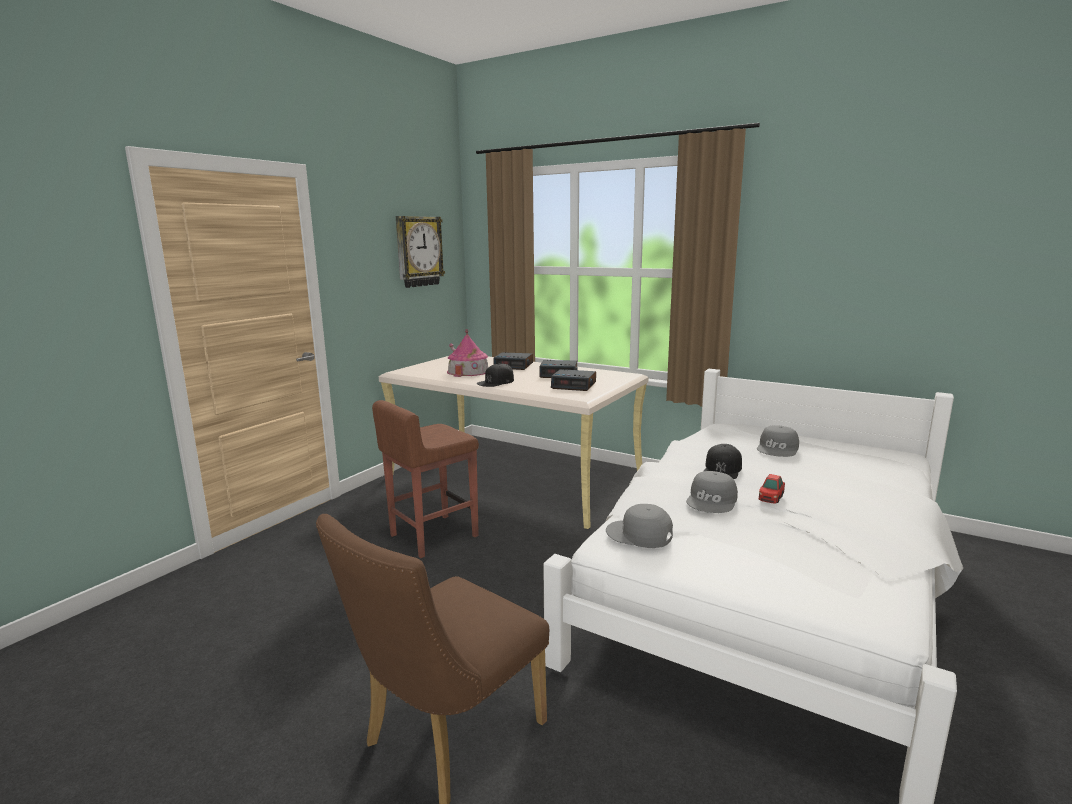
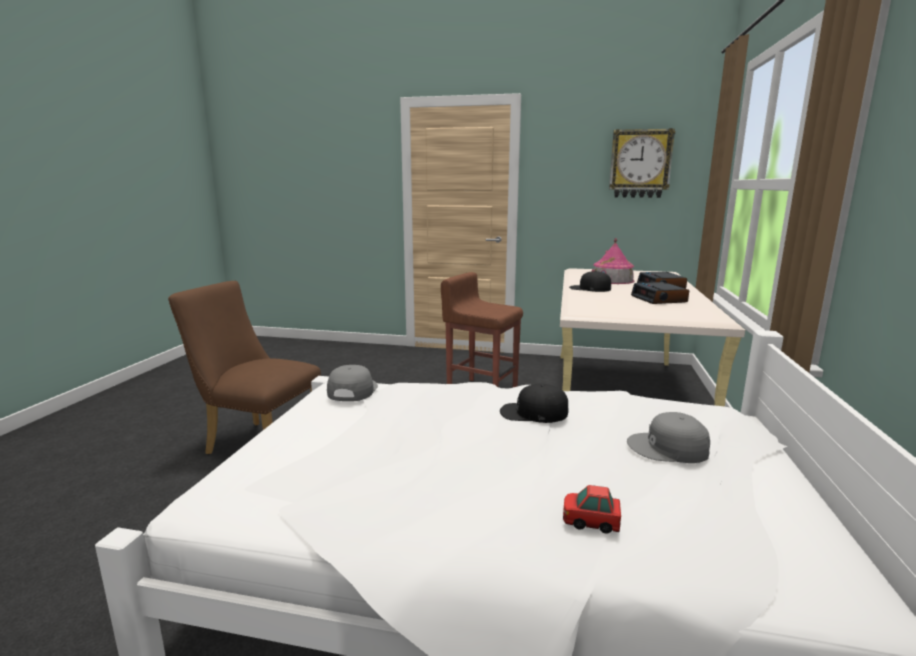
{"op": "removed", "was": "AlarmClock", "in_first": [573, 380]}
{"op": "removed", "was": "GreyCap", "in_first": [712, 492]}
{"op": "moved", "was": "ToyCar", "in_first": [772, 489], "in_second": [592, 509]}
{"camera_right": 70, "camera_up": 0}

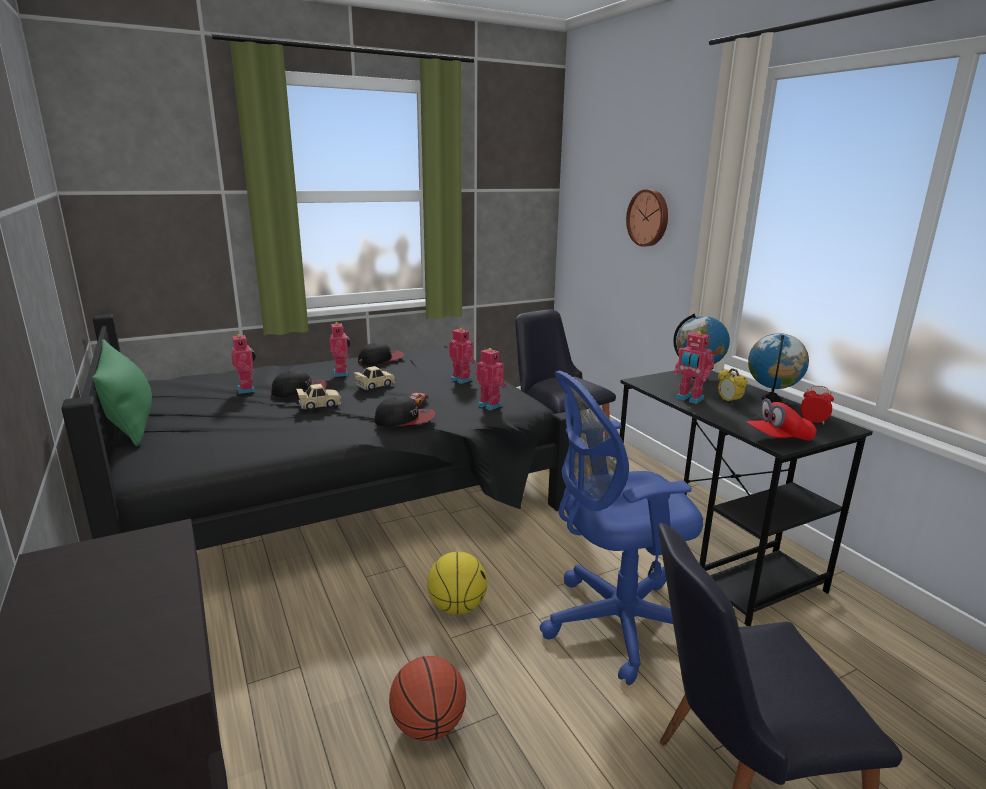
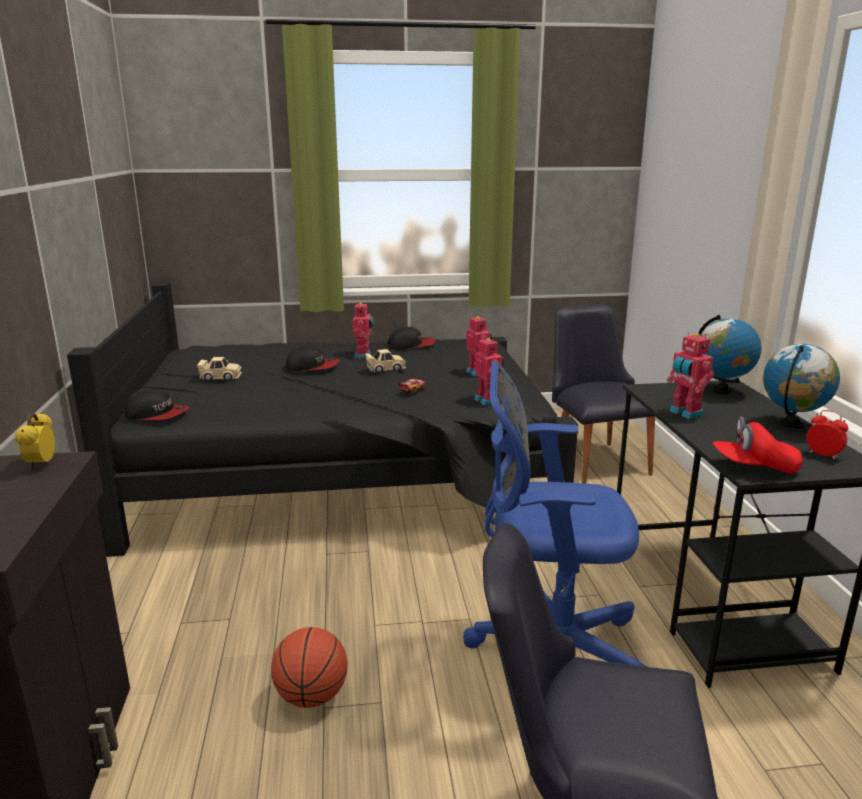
{"op": "removed", "was": "WallClock", "in_first": [647, 218]}
{"op": "removed", "was": "ToyRobot", "in_first": [243, 363]}
{"op": "removed", "was": "GreenPillow", "in_first": [122, 392]}
{"op": "moved", "was": "AlarmClock", "in_first": [733, 386], "in_second": [35, 441]}
{"op": "moved", "was": "BeigeToyCar", "in_first": [318, 397], "in_second": [219, 369]}
{"op": "moved", "was": "Cap", "in_first": [404, 411], "in_second": [157, 404]}
{"op": "removed", "was": "Basketball", "in_first": [457, 583]}
{"camera_right": 20, "camera_up": 0}

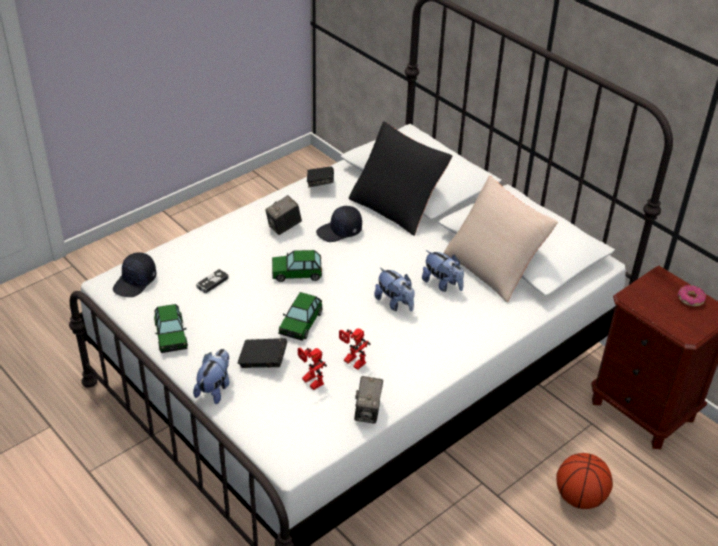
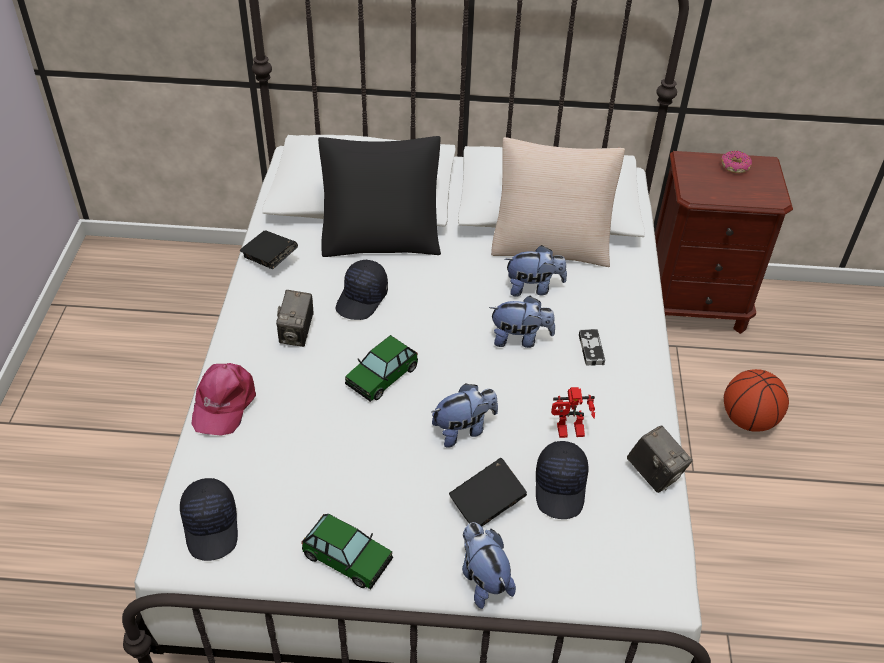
{"op": "moved", "was": "GameController", "in_first": [212, 281], "in_second": [592, 347]}
{"op": "replaced", "was": "ToyCar", "now": "PlushToy", "in_first": [300, 316], "in_second": [464, 415]}
{"op": "replaced", "was": "ToyRobot", "now": "BlackCap", "in_first": [312, 368], "in_second": [562, 480]}
{"op": "added", "now": "PinkCap", "in_second": [224, 399]}
{"camera_right": -45, "camera_up": 5}

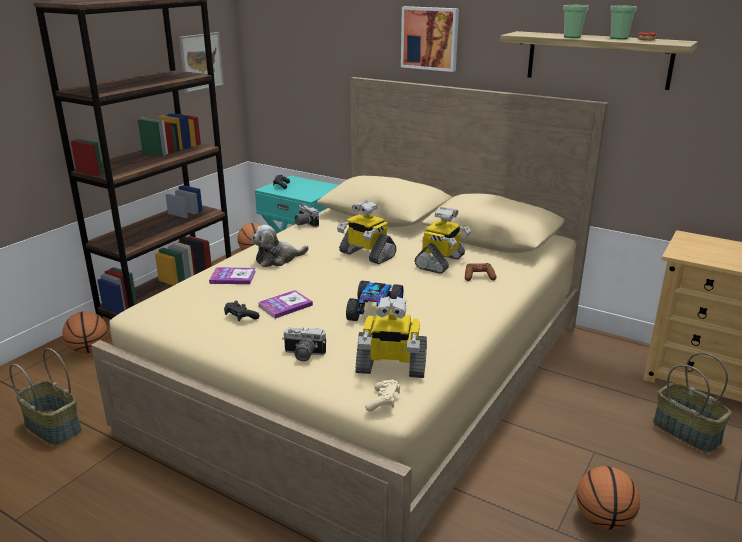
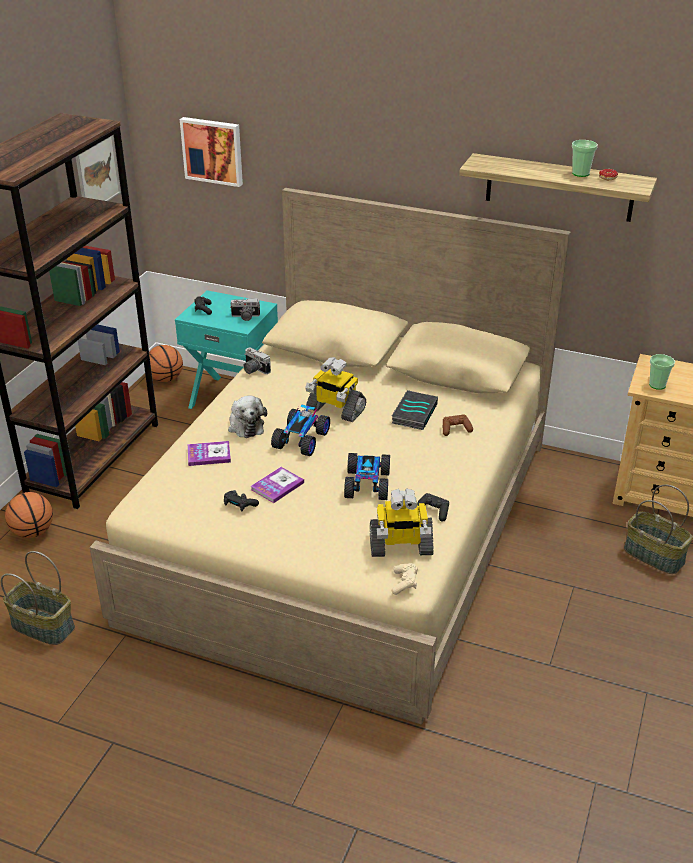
{"op": "moved", "was": "Cup", "in_first": [576, 21], "in_second": [662, 372]}
{"op": "moved", "was": "Picture", "in_first": [430, 39], "in_second": [211, 152]}
{"op": "replaced", "was": "ToyRobot", "now": "Book", "in_first": [442, 240], "in_second": [415, 410]}
{"op": "turned", "was": "PlushToy", "in_first": [280, 246], "in_second": [247, 416], "clockwise": -75}
{"op": "moved", "was": "PhotoCamera", "in_first": [304, 344], "in_second": [245, 309]}
{"op": "removed", "was": "Basketball", "in_first": [608, 498]}
{"op": "added", "now": "ToyCar", "in_second": [300, 430]}
{"op": "added", "now": "BlackGameController", "in_second": [433, 507]}
{"camera_right": -10, "camera_up": 10}

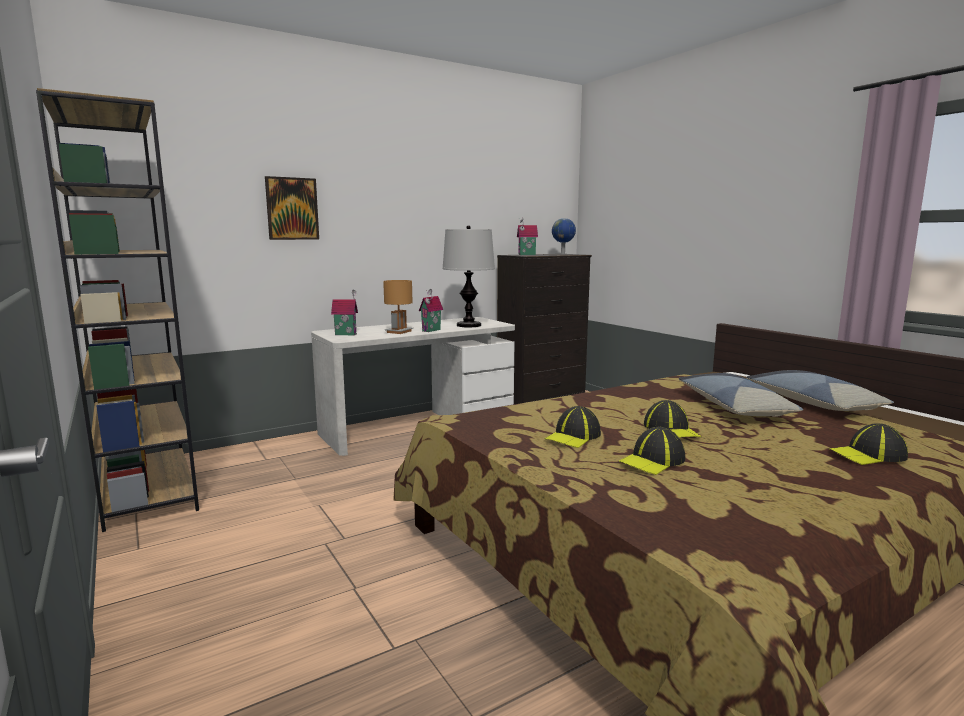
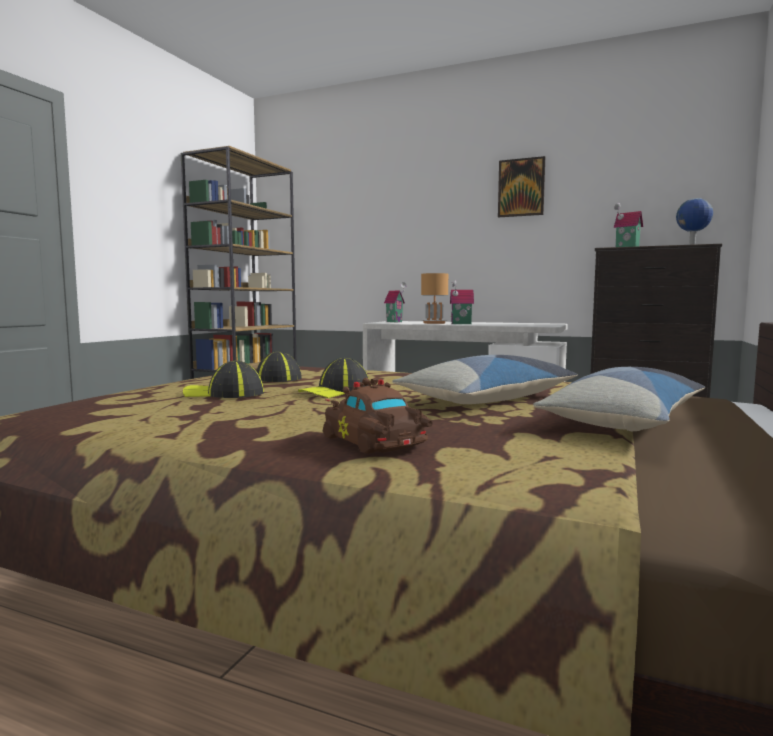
{"op": "moved", "was": "Picture", "in_first": [292, 208], "in_second": [521, 186]}
{"op": "removed", "was": "TableLamp", "in_first": [468, 276]}
{"op": "replaced", "was": "Cap", "now": "BrownToyCar", "in_first": [868, 444], "in_second": [378, 416]}
{"camera_right": 55, "camera_up": -5}

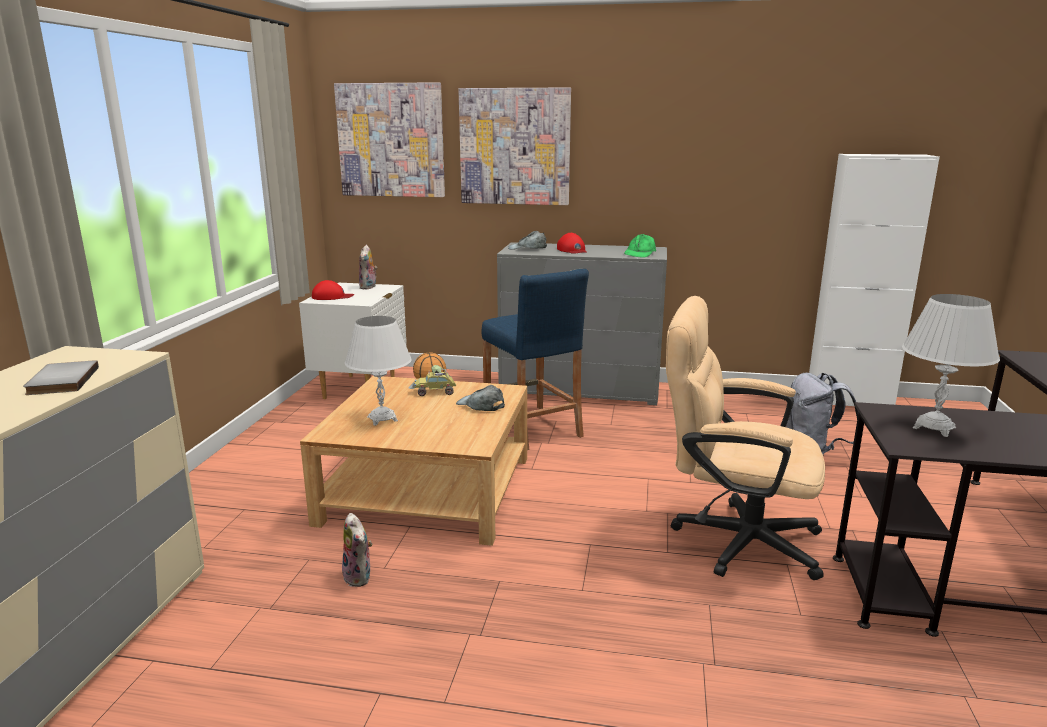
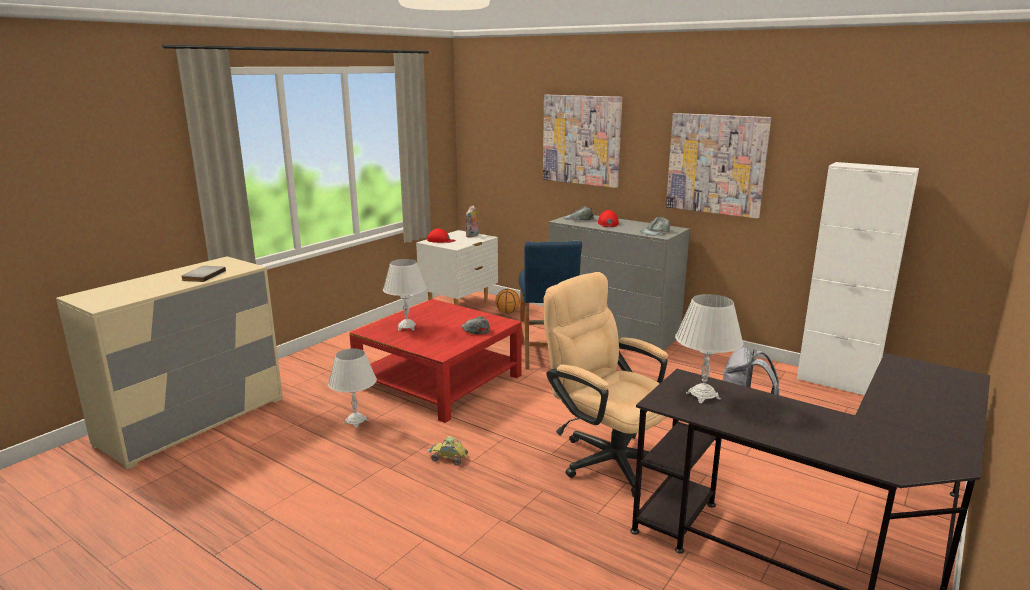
{"op": "moved", "was": "Picture", "in_first": [389, 139], "in_second": [718, 166]}
{"op": "recoloured", "was": "GreenCap", "now": "GreyCap", "in_first": [640, 245], "in_second": [655, 226]}
{"op": "moved", "was": "ToyCar", "in_first": [432, 380], "in_second": [447, 451]}
{"op": "recoloured", "was": "BeigeCoffeeTable", "now": "RedCoffeeTable", "in_first": [413, 461], "in_second": [435, 361]}
{"op": "replaced", "was": "PlushToy", "now": "WhiteTableLamp", "in_first": [357, 550], "in_second": [352, 388]}
{"camera_right": 25, "camera_up": 0}

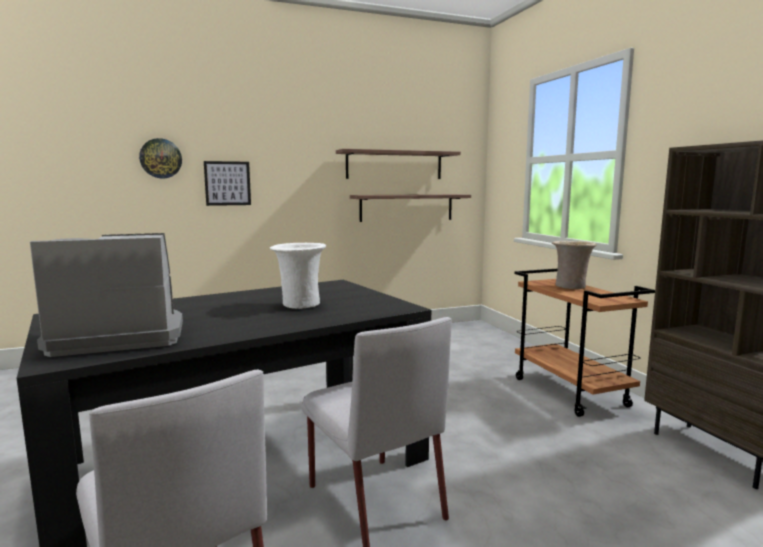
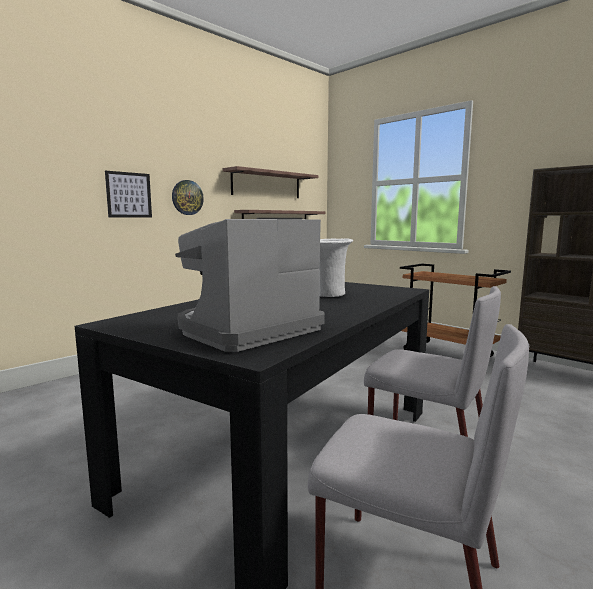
{"op": "moved", "was": "WallClock", "in_first": [160, 158], "in_second": [188, 197]}
{"op": "removed", "was": "BeigeVase", "in_first": [574, 265]}
{"camera_right": -25, "camera_up": 0}

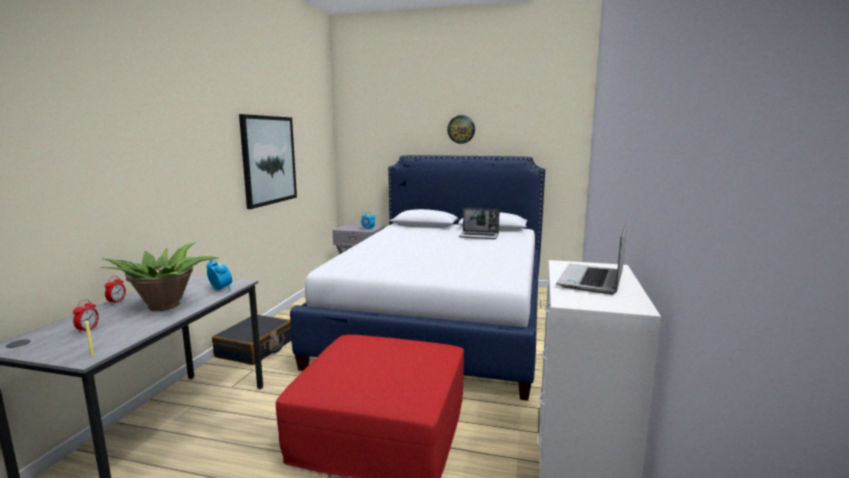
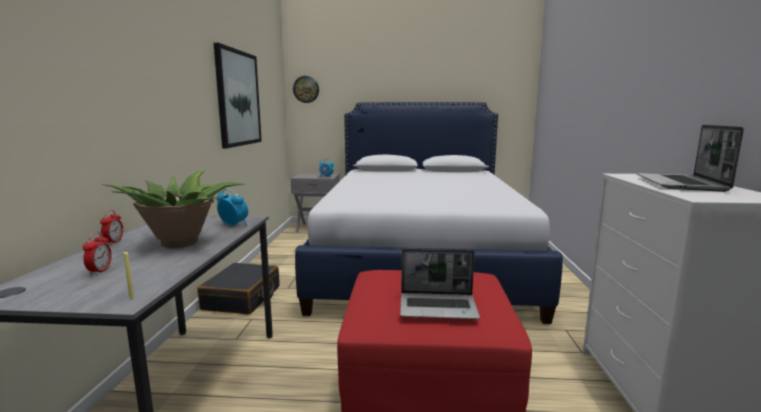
{"op": "moved", "was": "WallClock", "in_first": [461, 129], "in_second": [306, 89]}
{"op": "moved", "was": "Laptop", "in_first": [479, 223], "in_second": [440, 284]}
{"camera_right": -10, "camera_up": 0}

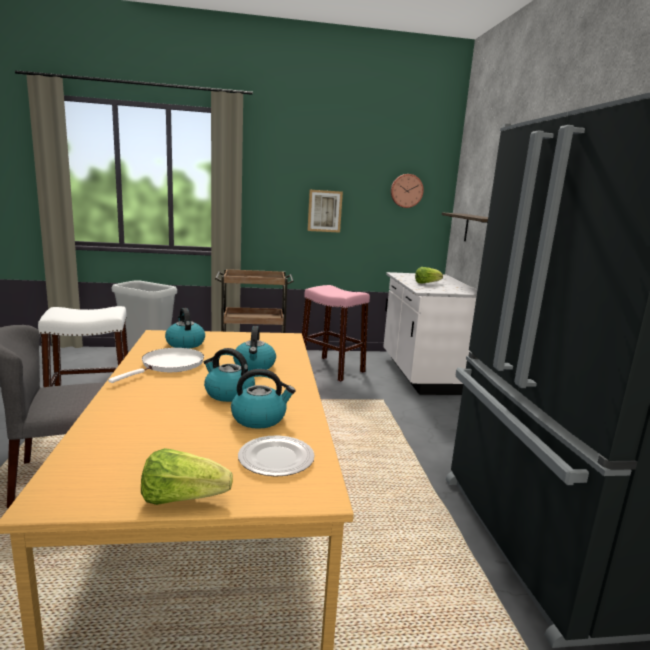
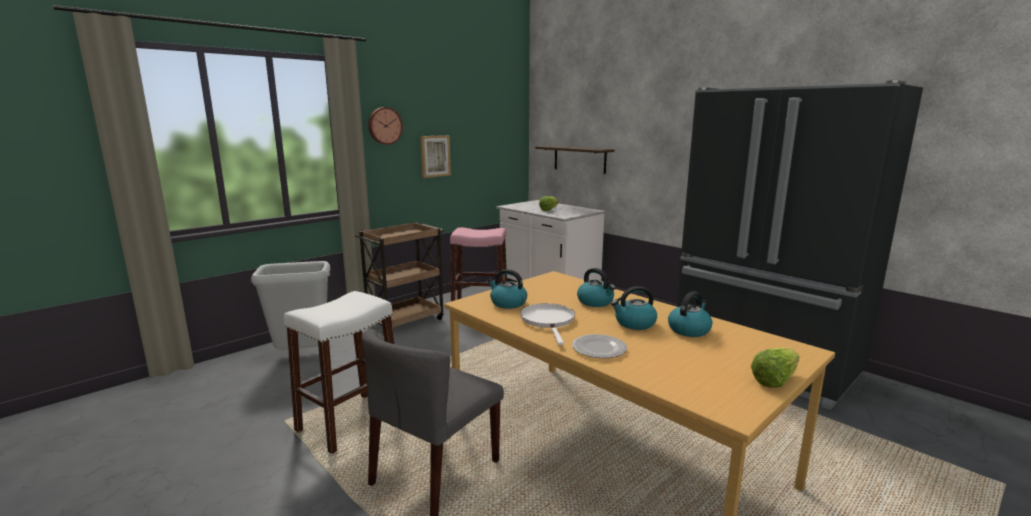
{"op": "moved", "was": "WallClock", "in_first": [407, 191], "in_second": [385, 126]}
{"op": "moved", "was": "Plate", "in_first": [276, 456], "in_second": [599, 346]}
{"camera_right": -35, "camera_up": 0}

